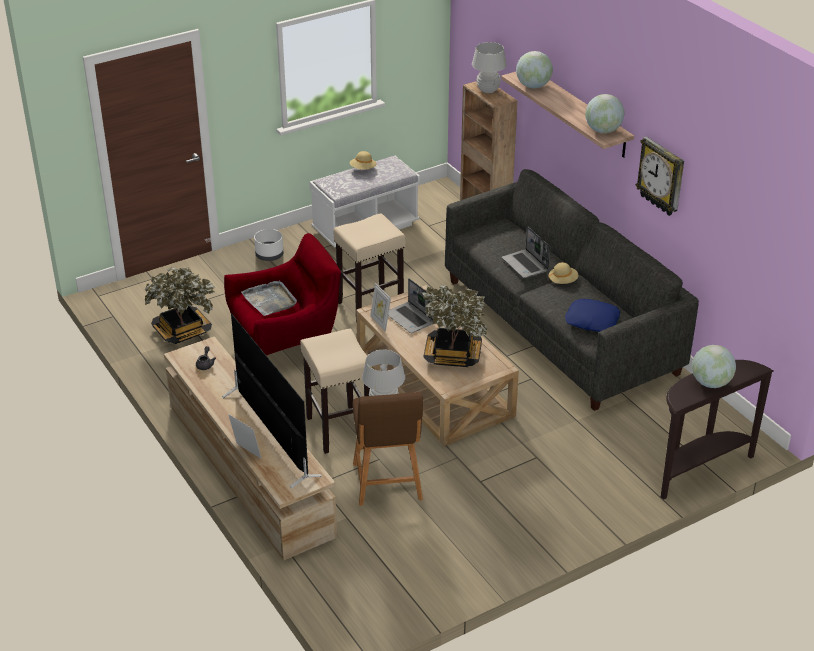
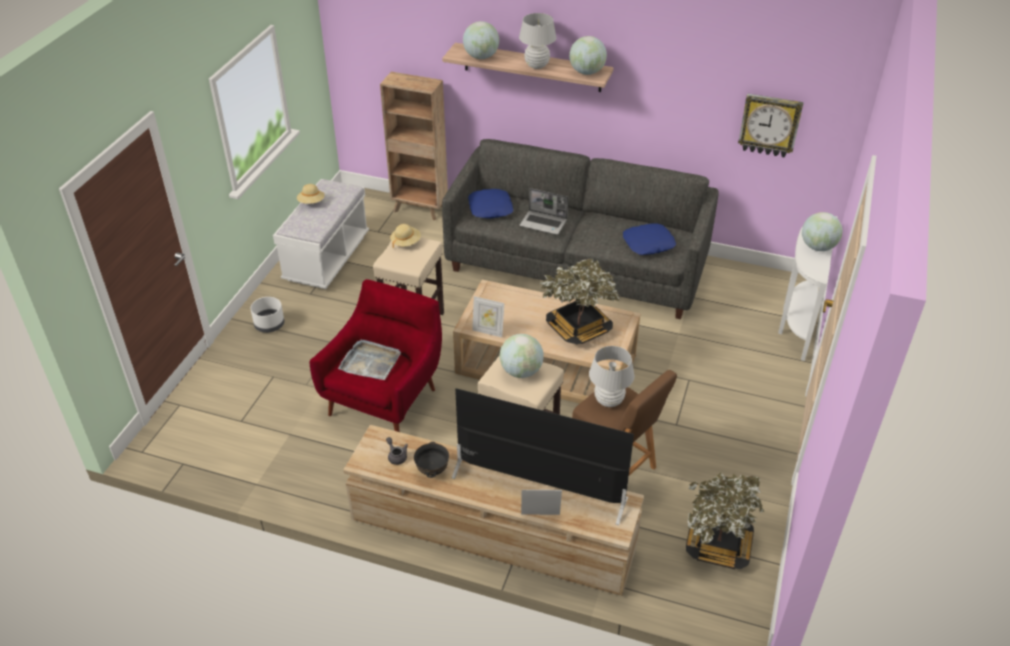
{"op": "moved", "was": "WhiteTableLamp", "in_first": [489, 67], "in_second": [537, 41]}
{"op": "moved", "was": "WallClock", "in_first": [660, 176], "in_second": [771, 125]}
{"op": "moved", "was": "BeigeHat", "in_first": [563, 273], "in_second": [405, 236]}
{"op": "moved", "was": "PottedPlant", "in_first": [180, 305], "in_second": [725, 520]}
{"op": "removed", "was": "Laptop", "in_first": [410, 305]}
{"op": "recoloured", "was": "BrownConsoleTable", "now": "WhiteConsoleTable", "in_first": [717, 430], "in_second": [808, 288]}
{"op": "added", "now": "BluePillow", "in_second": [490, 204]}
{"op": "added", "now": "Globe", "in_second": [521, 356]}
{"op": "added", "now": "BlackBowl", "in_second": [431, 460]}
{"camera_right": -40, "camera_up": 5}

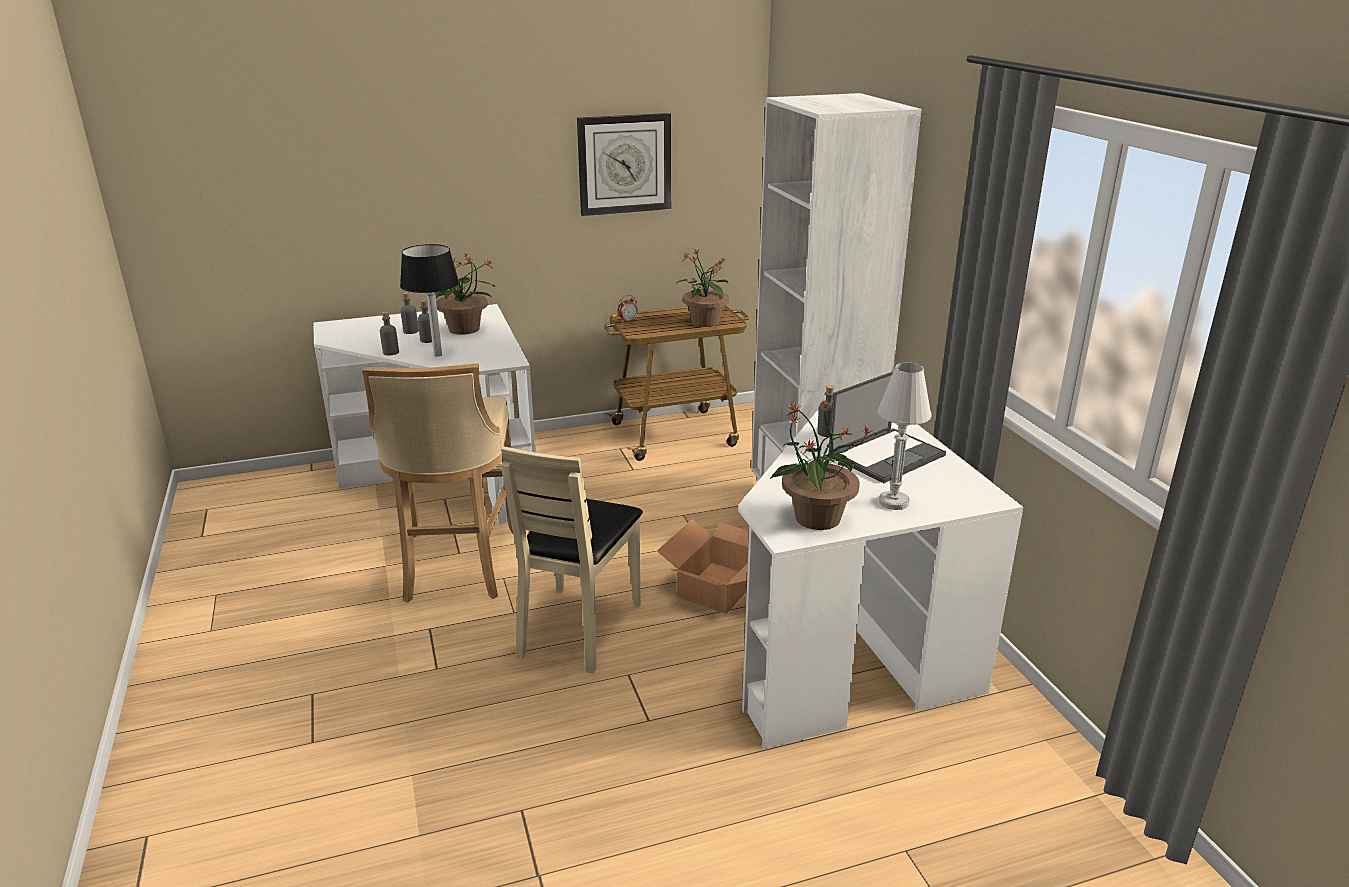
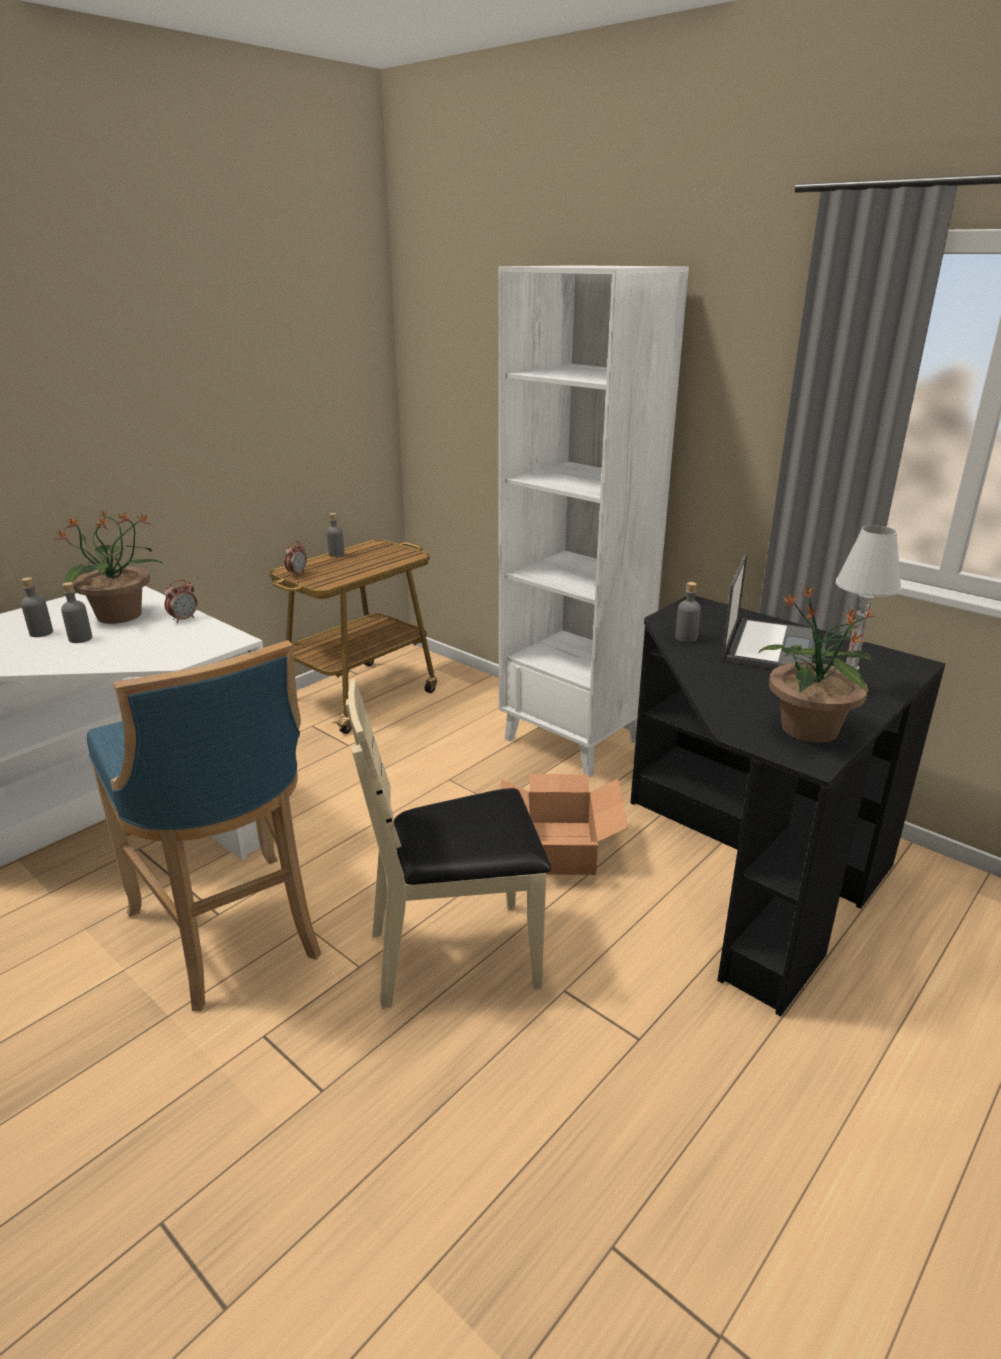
{"op": "removed", "was": "WallClock", "in_first": [624, 164]}
{"op": "removed", "was": "TableLamp", "in_first": [429, 300]}
{"op": "removed", "was": "PottedPlant", "in_first": [702, 288]}
{"op": "moved", "was": "GreyBottle", "in_first": [389, 333], "in_second": [336, 535]}
{"op": "recoloured", "was": "BeigeStool", "now": "BlueStool", "in_first": [437, 483], "in_second": [204, 825]}
{"op": "recoloured", "was": "WhiteDesk", "now": "BlackDesk", "in_first": [880, 579], "in_second": [787, 806]}
{"op": "turned", "was": "BeigeChair", "in_first": [572, 559], "in_second": [448, 844], "clockwise": 90}
{"op": "added", "now": "AlarmClock", "in_second": [180, 601]}
{"camera_right": -30, "camera_up": 0}

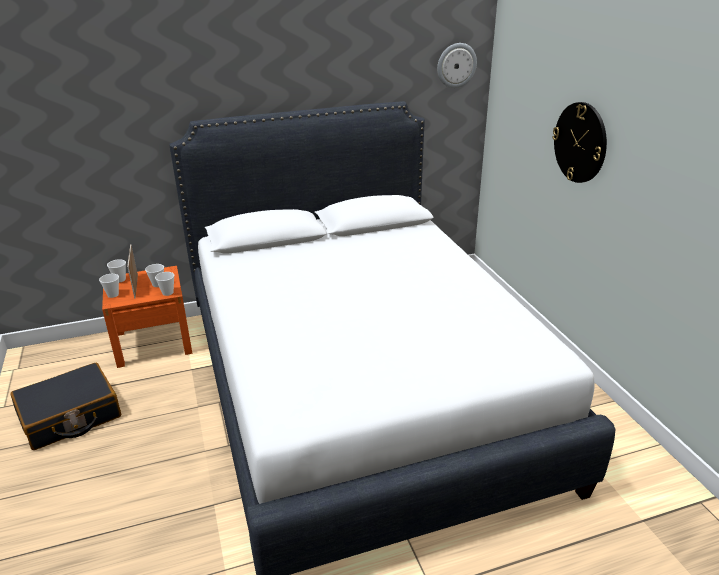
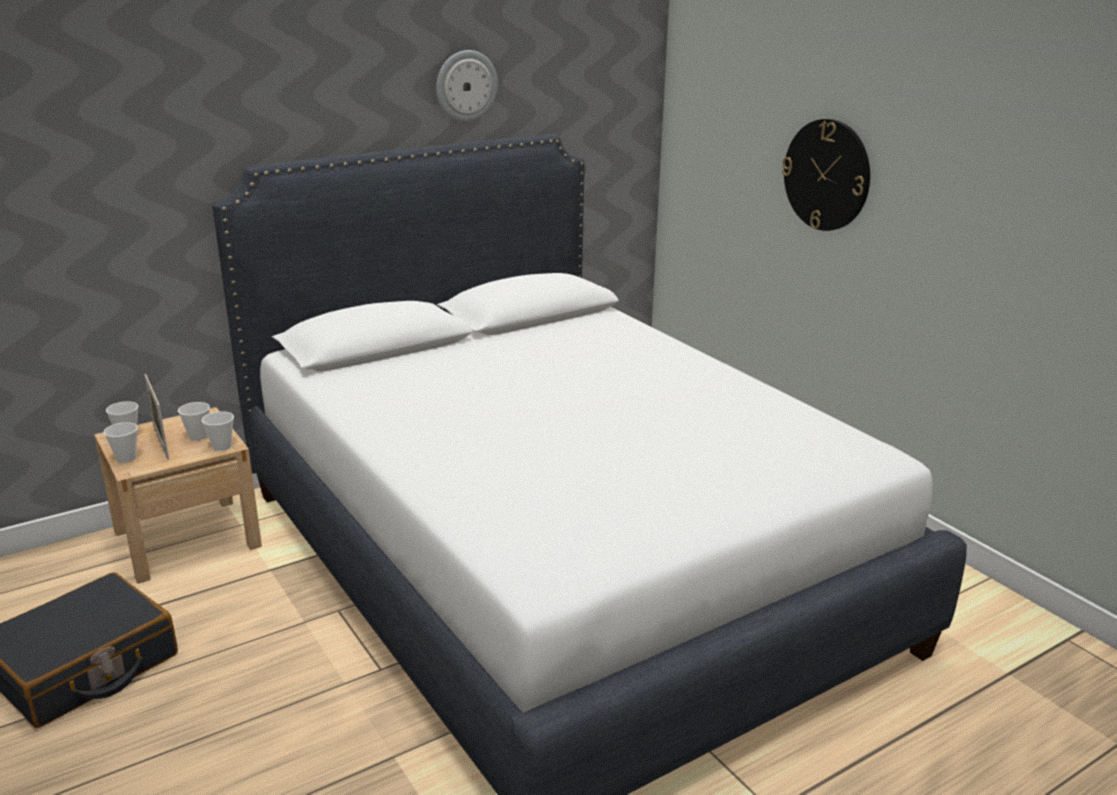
{"op": "moved", "was": "WallClock", "in_first": [457, 65], "in_second": [467, 86]}
{"op": "recoloured", "was": "OrangeNightstand", "now": "BeigeNightstand", "in_first": [147, 317], "in_second": [178, 495]}
{"camera_right": -15, "camera_up": -5}

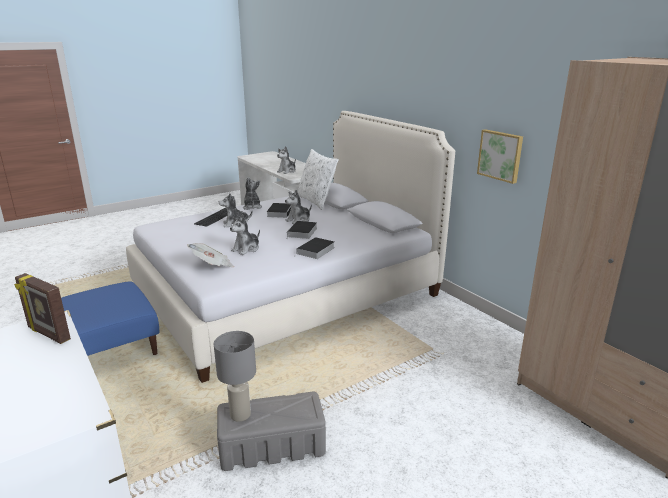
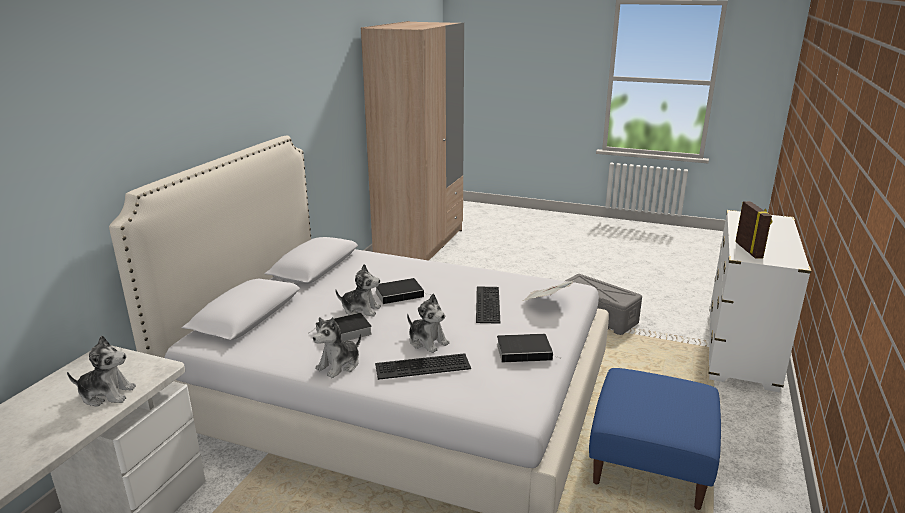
{"op": "removed", "was": "Picture", "in_first": [500, 156]}
{"op": "removed", "was": "WhitePillow", "in_first": [318, 179]}
{"op": "replaced", "was": "PlushToy", "now": "Keyboard", "in_first": [245, 235], "in_second": [488, 305]}
{"op": "moved", "was": "Book", "in_first": [315, 248], "in_second": [529, 348]}
{"op": "removed", "was": "GreyTableLamp", "in_first": [235, 376]}
{"camera_right": -125, "camera_up": 0}

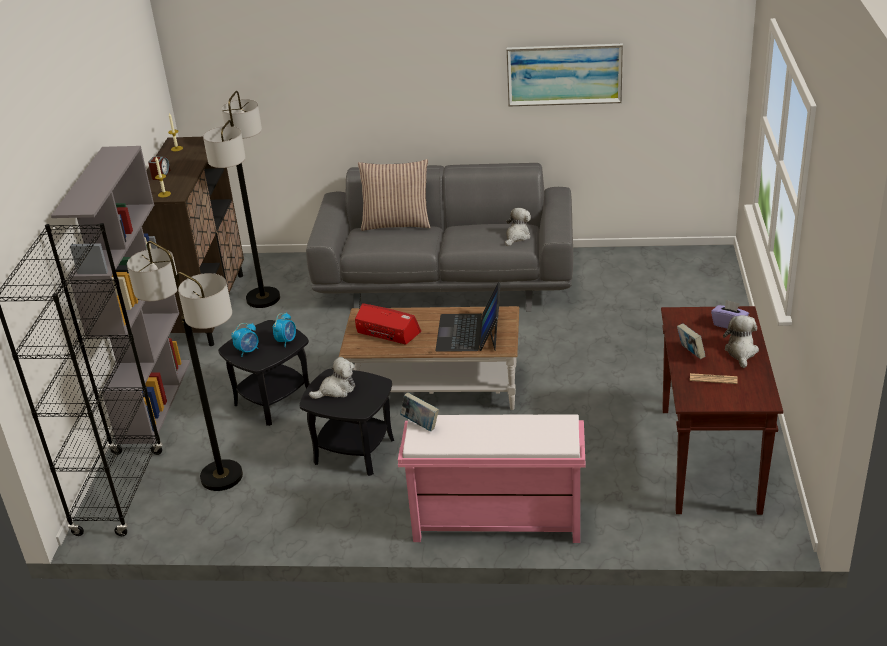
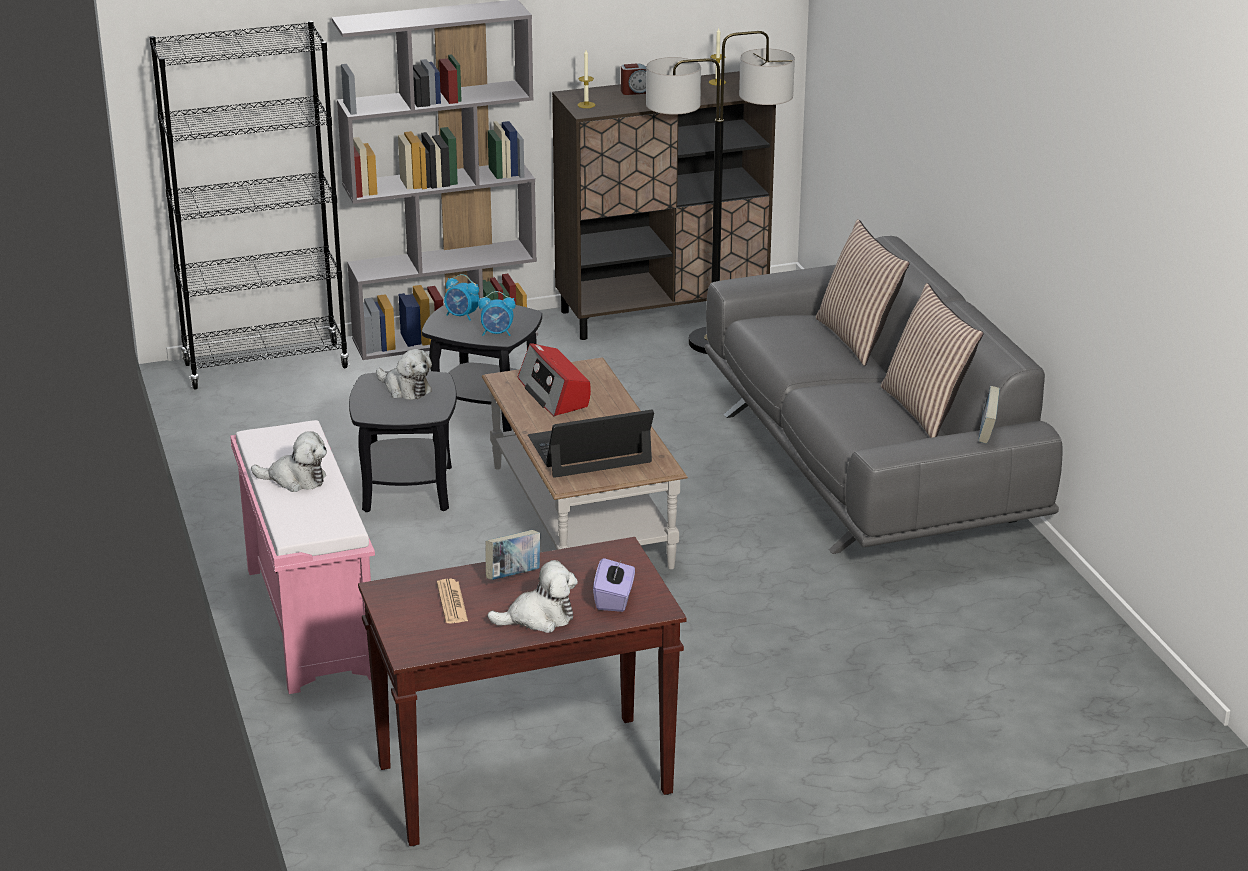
{"op": "removed", "was": "Picture", "in_first": [564, 75]}
{"op": "moved", "was": "PlushToy", "in_first": [518, 227], "in_second": [289, 461]}
{"op": "removed", "was": "FloorLamp", "in_first": [185, 366]}
{"op": "turned", "was": "Radio", "in_first": [388, 324], "in_second": [554, 380], "clockwise": 150}
{"op": "moved", "was": "Book", "in_first": [419, 412], "in_second": [989, 415]}
{"op": "added", "now": "Pillow", "in_second": [932, 360]}
{"camera_right": 65, "camera_up": -5}

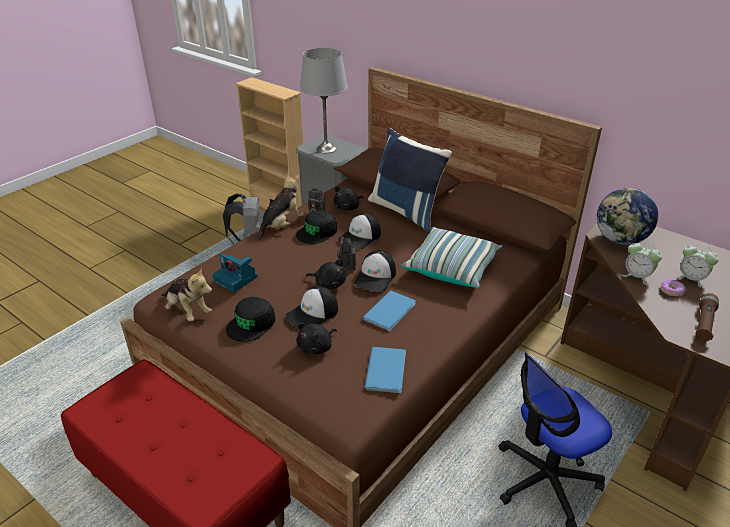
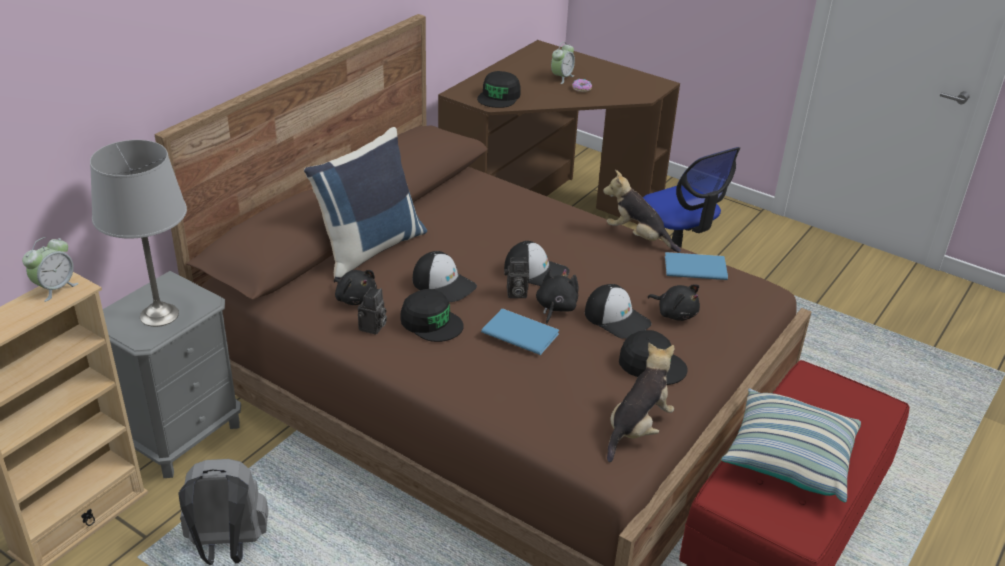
{"op": "moved", "was": "PlushToy", "in_first": [281, 207], "in_second": [642, 211]}
{"op": "replaced", "was": "Globe", "now": "BlackCap", "in_first": [627, 216], "in_second": [499, 89]}
{"op": "moved", "was": "Pillow", "in_first": [452, 257], "in_second": [791, 445]}
{"op": "moved", "was": "AlarmClock", "in_first": [642, 263], "in_second": [50, 269]}
{"op": "removed", "was": "PhotoCamera", "in_first": [235, 272]}
{"op": "moved", "was": "BlueBook", "in_first": [389, 311], "in_second": [520, 332]}
{"op": "removed", "was": "BrownFlashlight", "in_first": [707, 317]}
{"camera_right": -95, "camera_up": 0}

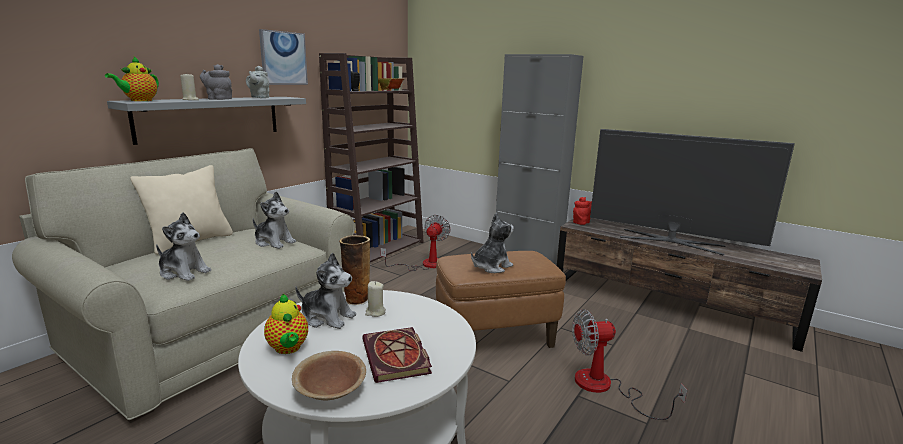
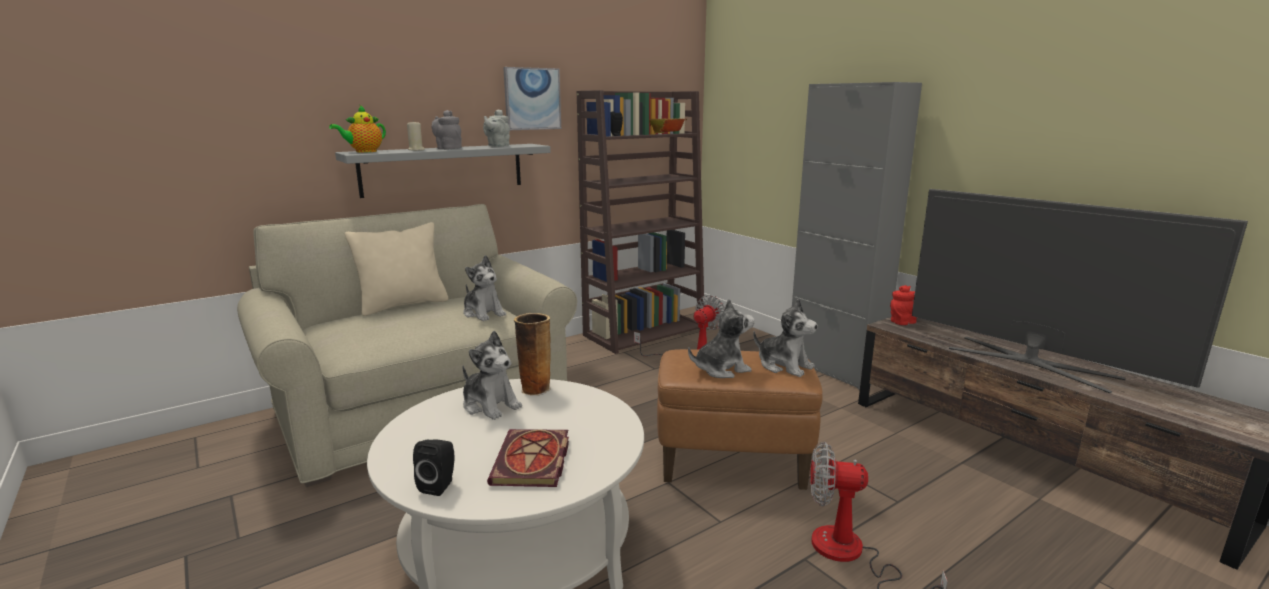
{"op": "moved", "was": "PlushToy", "in_first": [183, 246], "in_second": [785, 338]}
{"op": "removed", "was": "BeigeCandle", "in_first": [375, 299]}
{"op": "removed", "was": "Teapot", "in_first": [286, 324]}
{"op": "replaced", "was": "BrownBowl", "now": "BlackSpeaker", "in_first": [329, 375], "in_second": [433, 468]}
{"camera_right": 20, "camera_up": 0}

